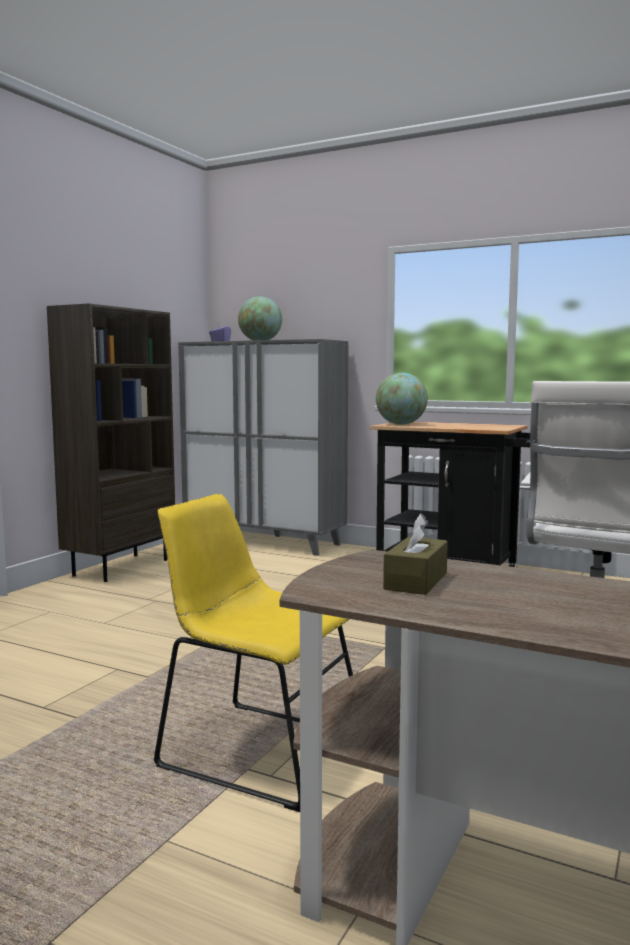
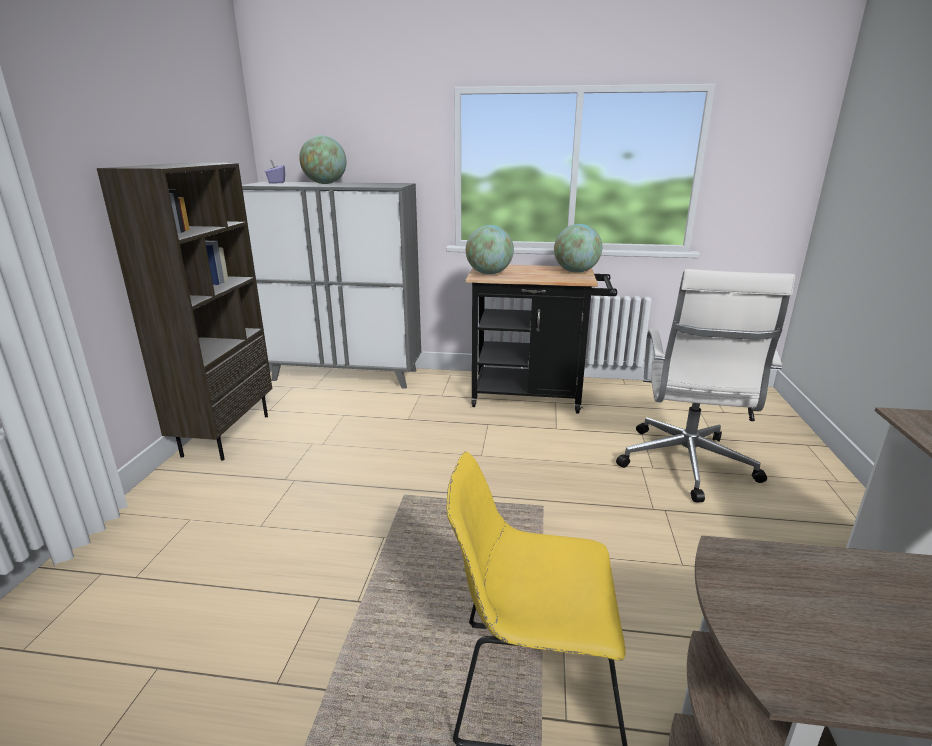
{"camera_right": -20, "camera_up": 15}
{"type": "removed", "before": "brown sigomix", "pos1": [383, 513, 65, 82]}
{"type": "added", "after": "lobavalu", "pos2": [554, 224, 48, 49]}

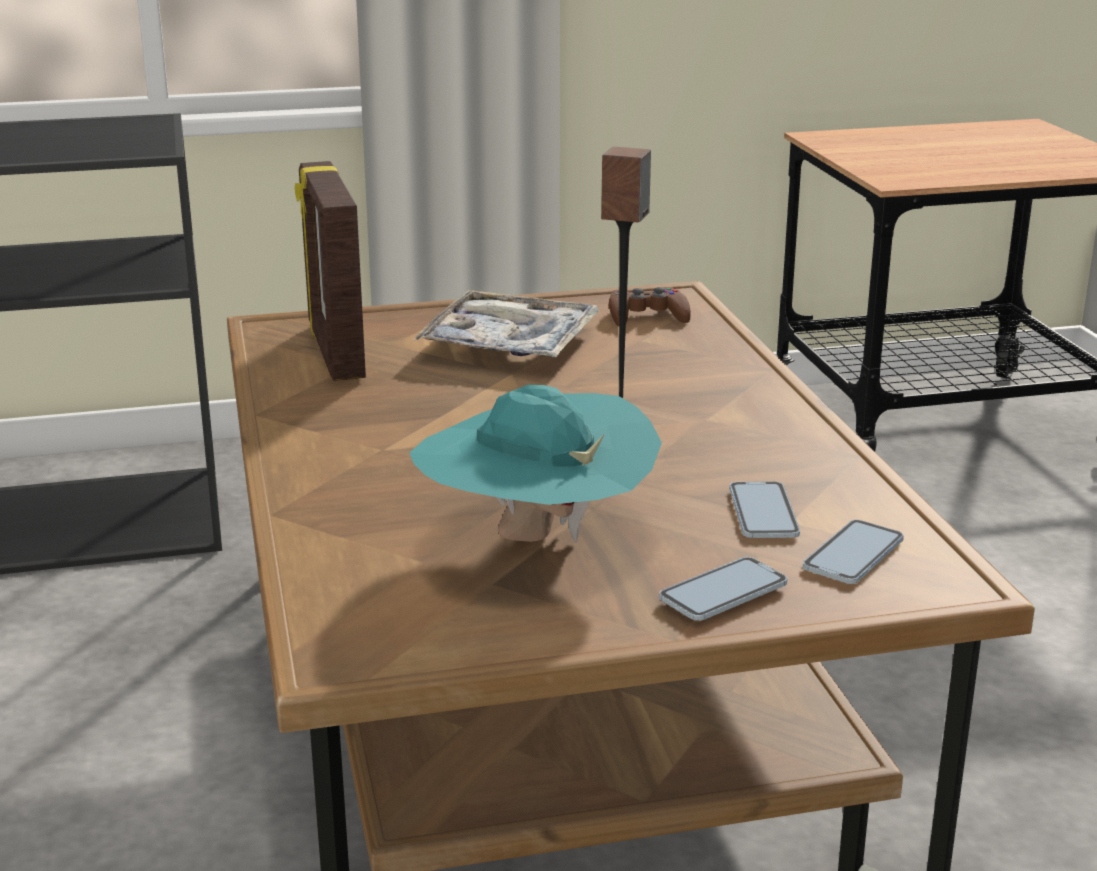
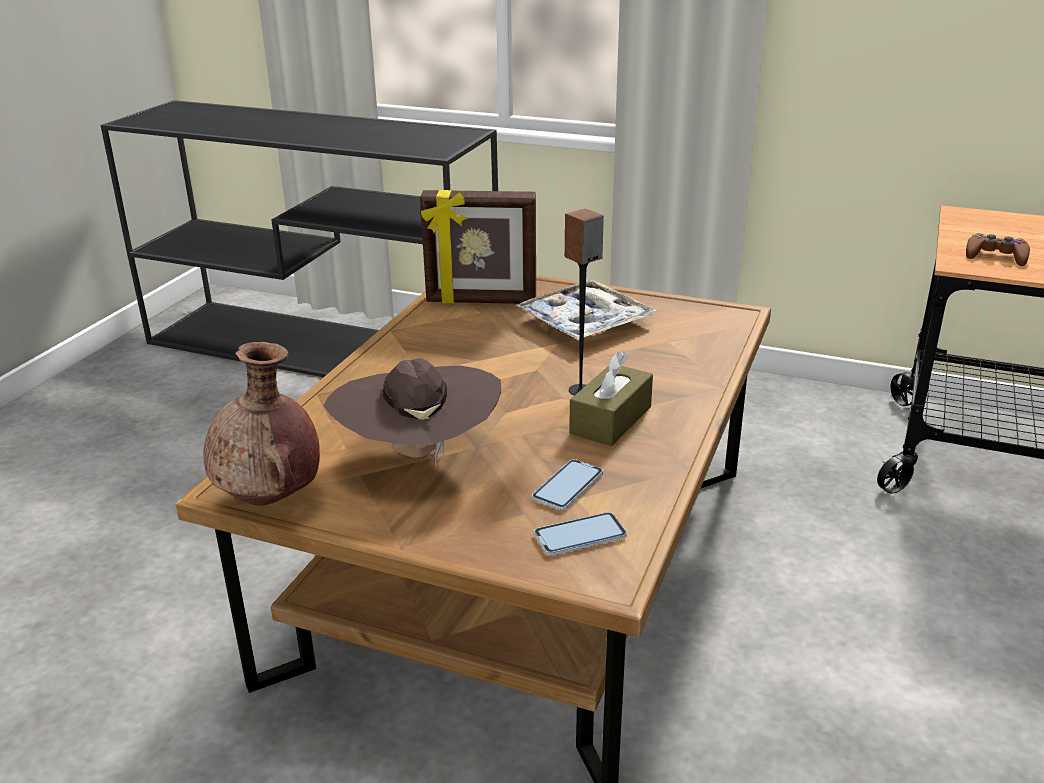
{"camera_right": 35, "camera_up": 5}
{"type": "turned", "before": "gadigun", "pos1": [295, 161, 71, 220], "pos2": [420, 190, 116, 114], "turn": -105}
{"type": "recoloured", "before": "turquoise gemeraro", "after": "brown gemeraro", "pos1": [409, 384, 253, 158], "pos2": [324, 358, 177, 108]}
{"type": "moved", "before": "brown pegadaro", "pos1": [609, 287, 82, 39], "pos2": [966, 233, 64, 33]}
{"type": "removed", "before": "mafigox", "pos1": [659, 557, 128, 64]}
{"type": "added", "after": "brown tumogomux", "pos2": [203, 342, 117, 164]}
{"type": "added", "after": "brown sigomix", "pos2": [569, 352, 84, 94]}

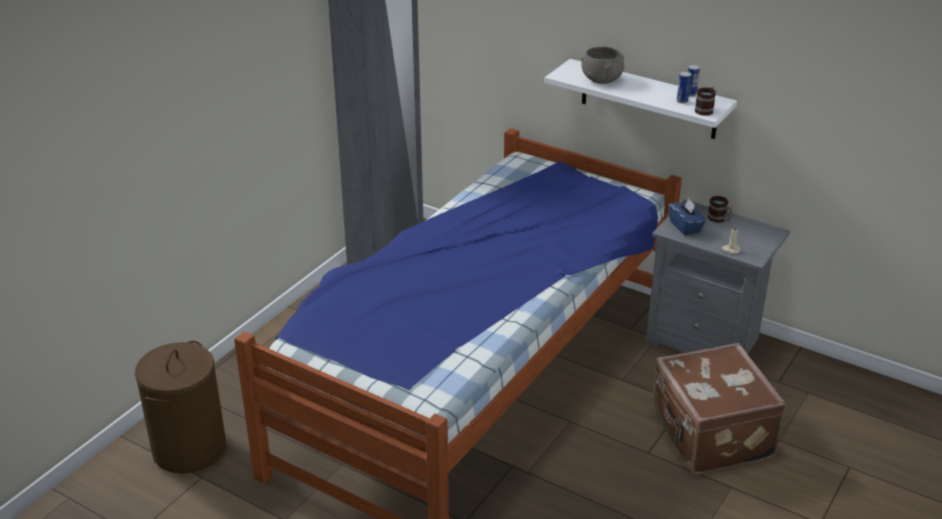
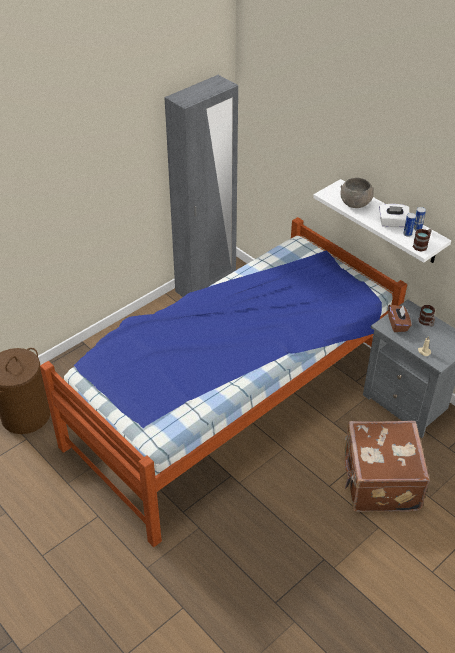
{"camera_right": 15, "camera_up": 10}
{"type": "recoloured", "before": "blue sigomix", "after": "brown sigomix", "pos1": [668, 198, 38, 37], "pos2": [388, 305, 23, 27]}
{"type": "added", "after": "white sigomix", "pos2": [379, 204, 30, 23]}

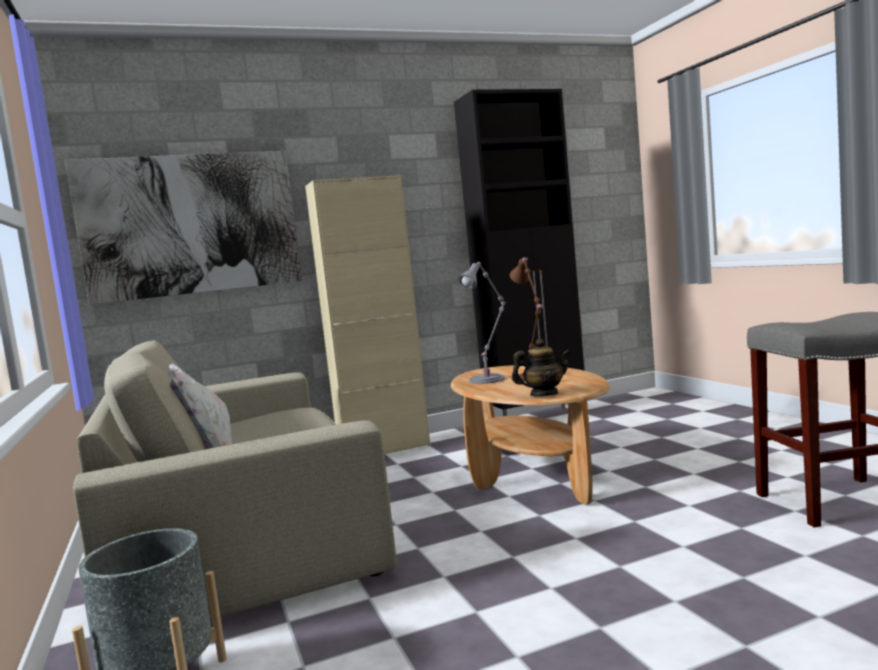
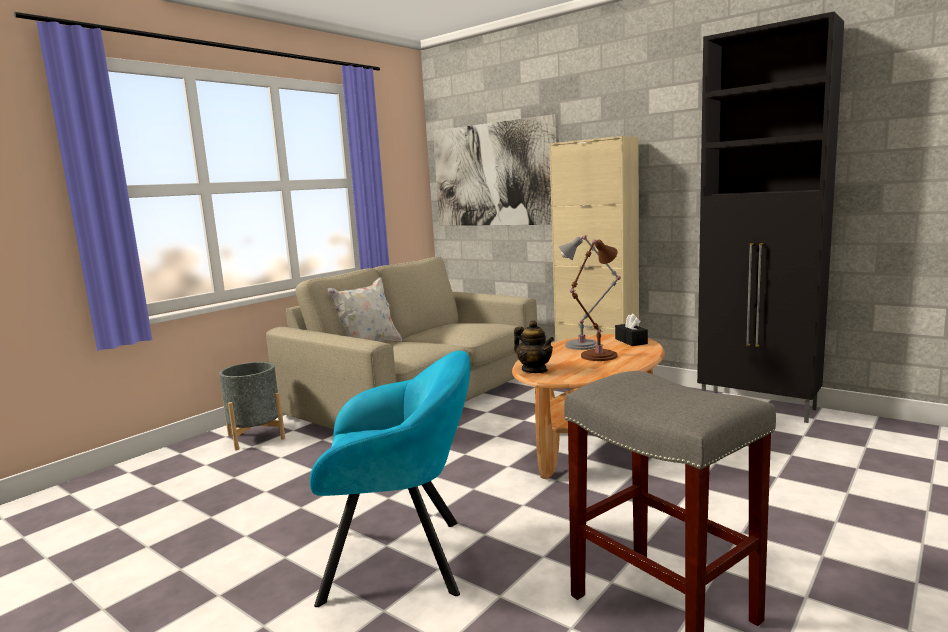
{"camera_right": 60, "camera_up": 5}
{"type": "added", "after": "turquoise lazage", "pos2": [310, 351, 160, 256]}
{"type": "added", "after": "black sigomix", "pos2": [615, 314, 33, 32]}

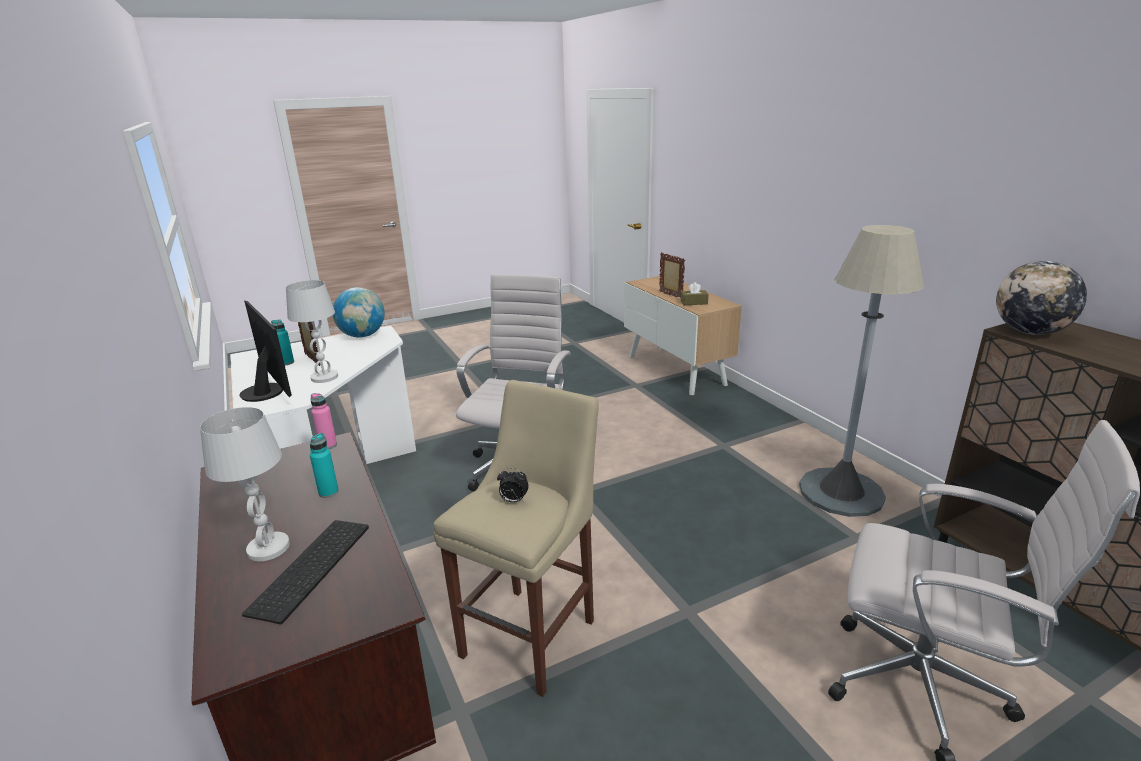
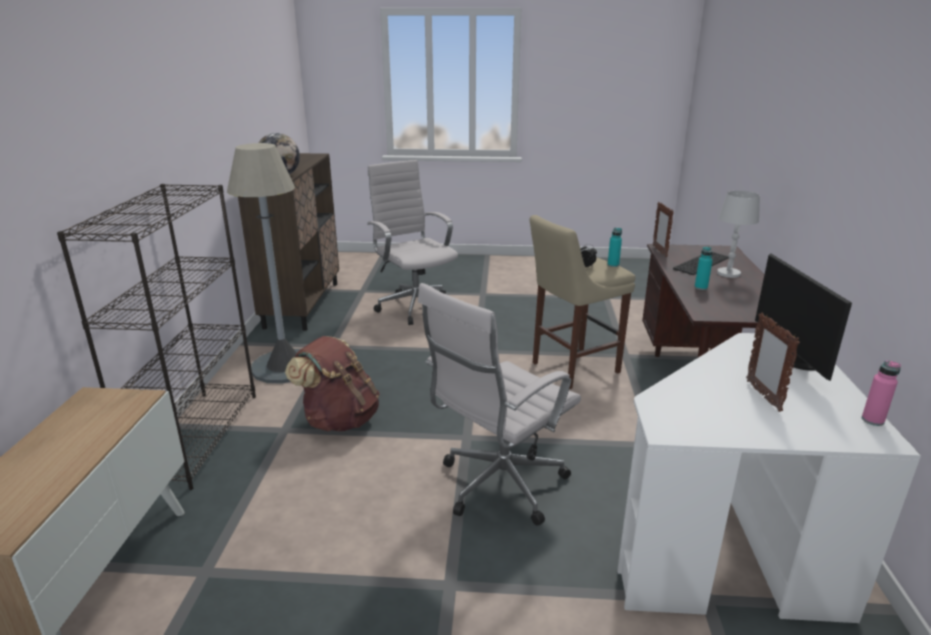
{"camera_right": -150, "camera_up": 0}
{"type": "moved", "before": "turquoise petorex", "pos1": [271, 320, 23, 45], "pos2": [607, 228, 15, 39]}
{"type": "removed", "before": "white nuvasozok", "pos1": [286, 280, 52, 103]}
{"type": "moved", "before": "pink petorex", "pos1": [310, 393, 27, 56], "pos2": [862, 360, 39, 66]}
{"type": "removed", "before": "lobavalu", "pos1": [333, 287, 52, 51]}
{"type": "moved", "before": "gadigun", "pos1": [659, 252, 26, 46], "pos2": [653, 202, 21, 55]}
{"type": "removed", "before": "brown sigomix", "pos1": [681, 282, 28, 24]}
{"type": "added", "after": "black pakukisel", "pos2": [57, 184, 199, 306]}
{"type": "added", "after": "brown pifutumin", "pos2": [285, 336, 95, 95]}

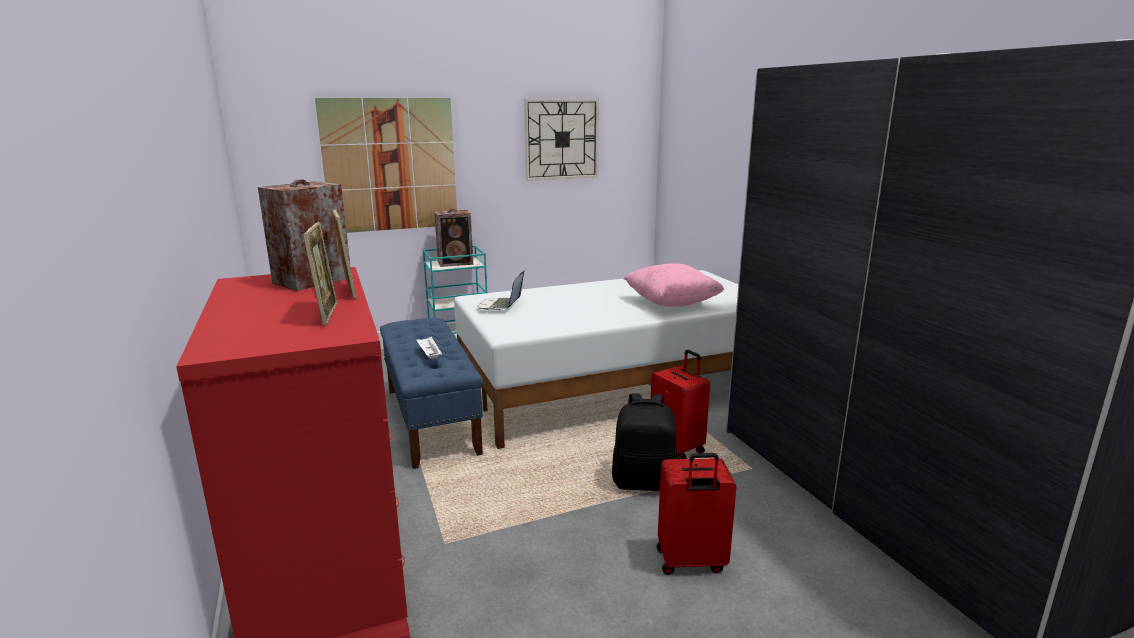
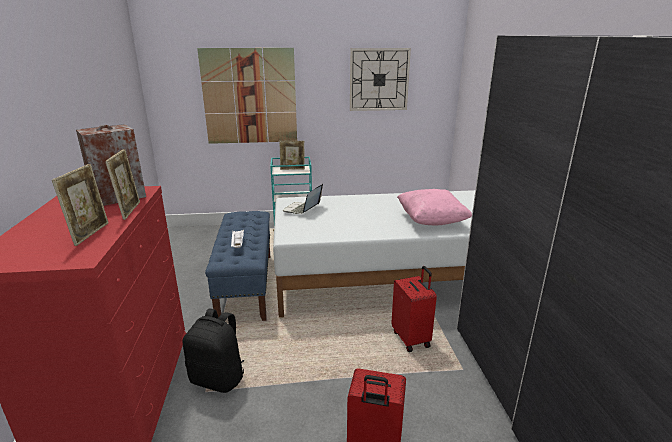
{"camera_right": 15, "camera_up": 5}
{"type": "replaced", "before": "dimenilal", "after": "gadigun", "pos1": [434, 209, 39, 58], "pos2": [279, 141, 26, 29]}
{"type": "moved", "before": "black pifutumin", "pos1": [612, 393, 66, 98], "pos2": [183, 309, 61, 84]}

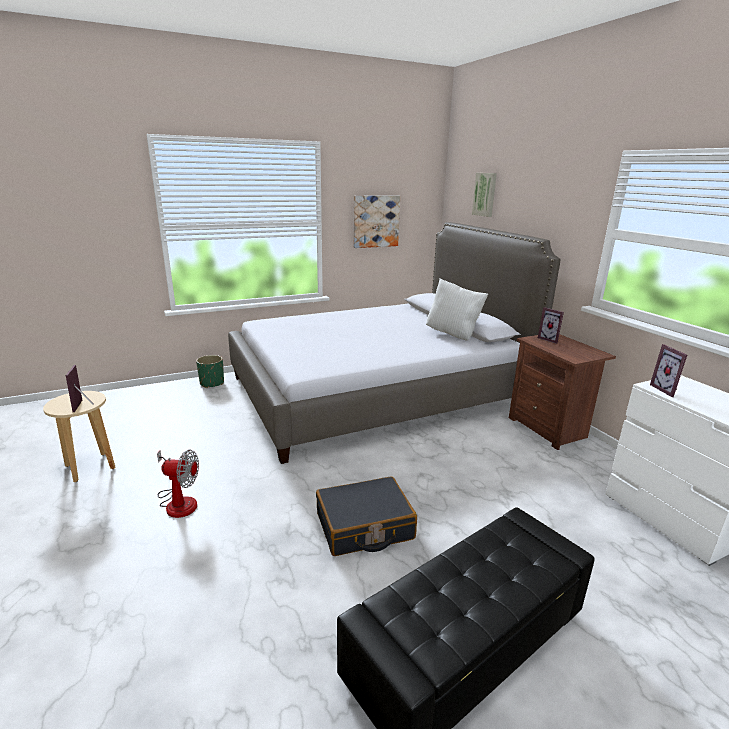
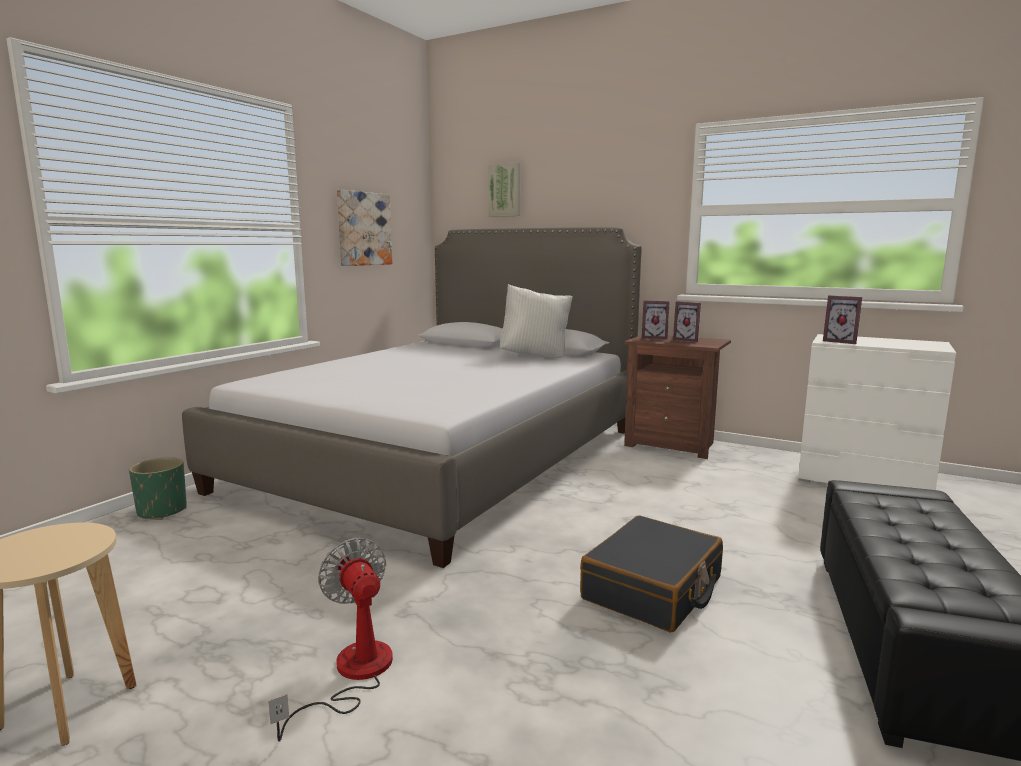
{"camera_right": -35, "camera_up": -10}
{"type": "moved", "before": "gadigun", "pos1": [66, 365, 28, 47], "pos2": [673, 301, 28, 41]}
{"type": "turned", "before": "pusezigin", "pos1": [157, 449, 42, 69], "pos2": [268, 538, 125, 203], "turn": -90}

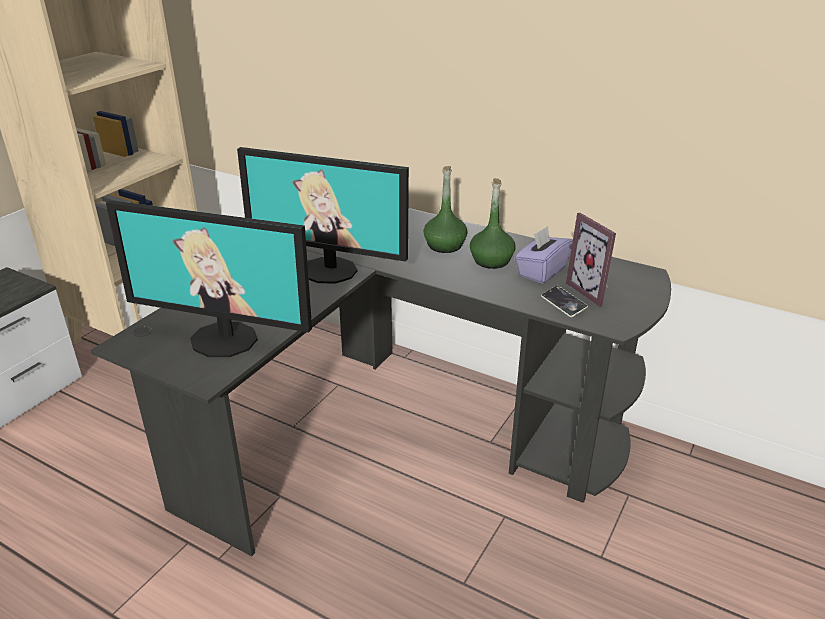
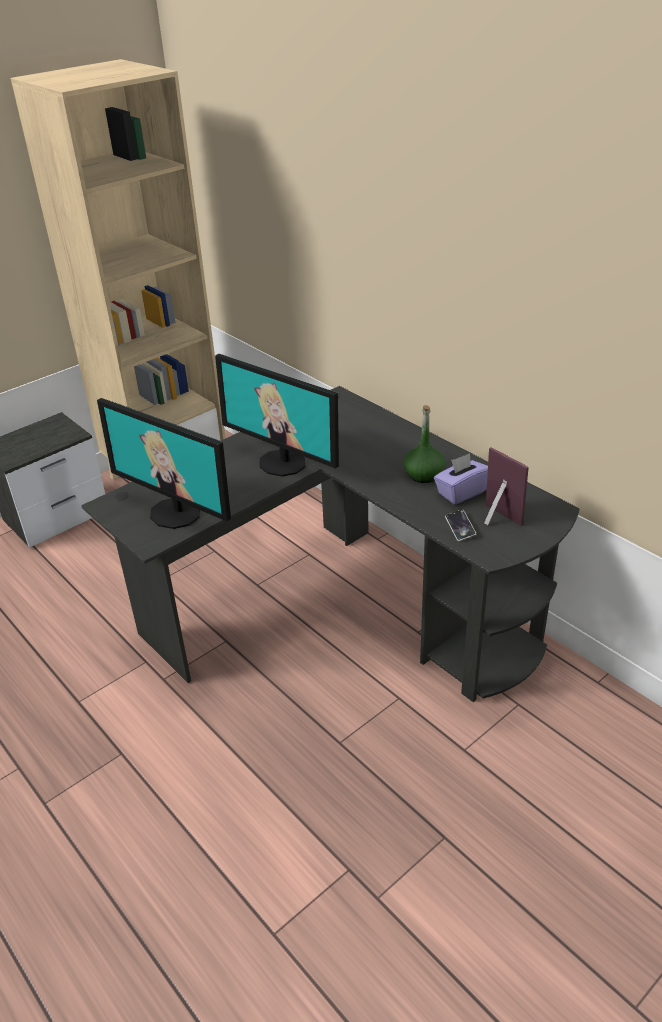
{"camera_right": 20, "camera_up": 5}
{"type": "removed", "before": "green petorex", "pos1": [423, 166, 45, 87]}
{"type": "turned", "before": "gadigun", "pos1": [566, 213, 50, 94], "pos2": [484, 447, 45, 79], "turn": 150}

